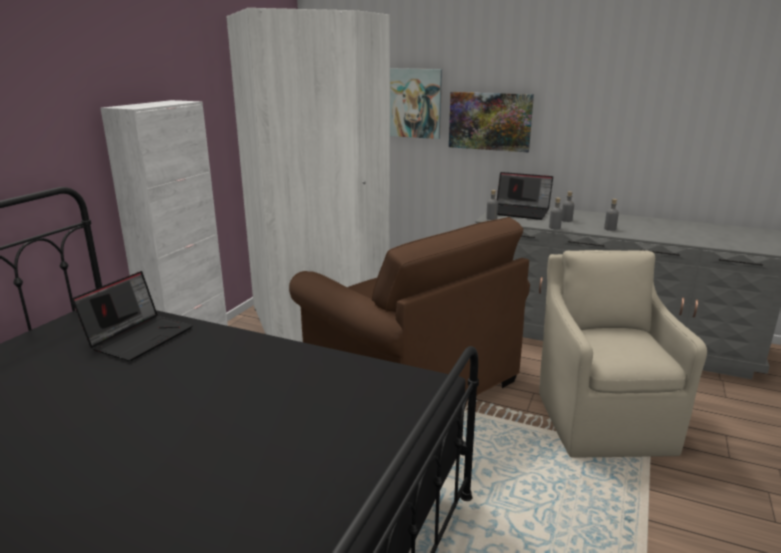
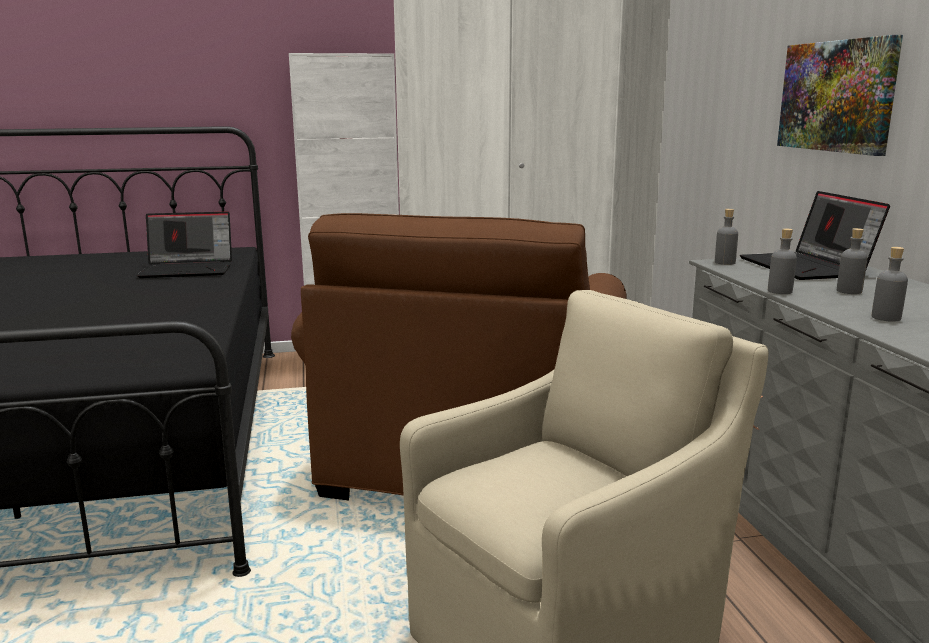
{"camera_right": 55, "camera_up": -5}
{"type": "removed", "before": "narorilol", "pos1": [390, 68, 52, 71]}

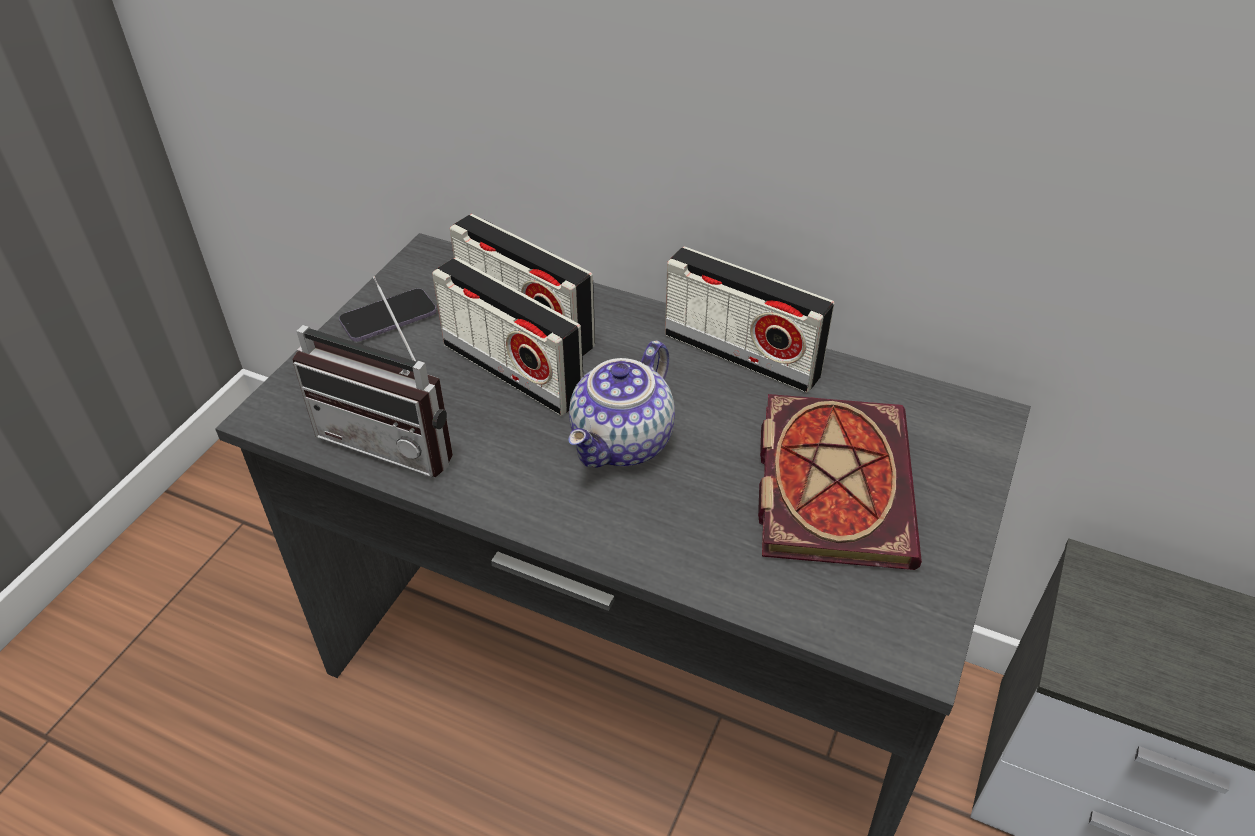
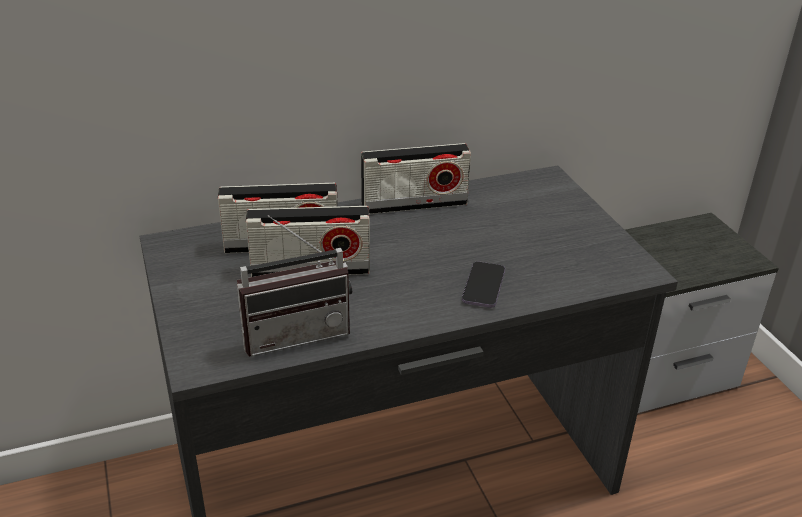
{"camera_right": -45, "camera_up": -10}
{"type": "moved", "before": "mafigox", "pos1": [339, 288, 98, 54], "pos2": [462, 262, 43, 46]}
{"type": "removed", "before": "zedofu", "pos1": [569, 340, 106, 128]}
{"type": "removed", "before": "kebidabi", "pos1": [758, 394, 164, 176]}

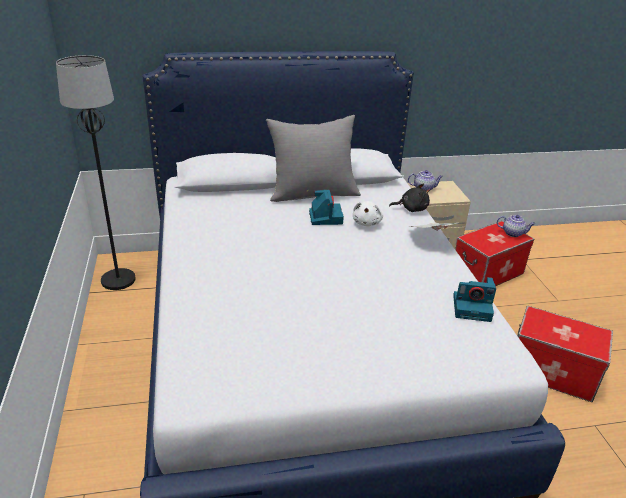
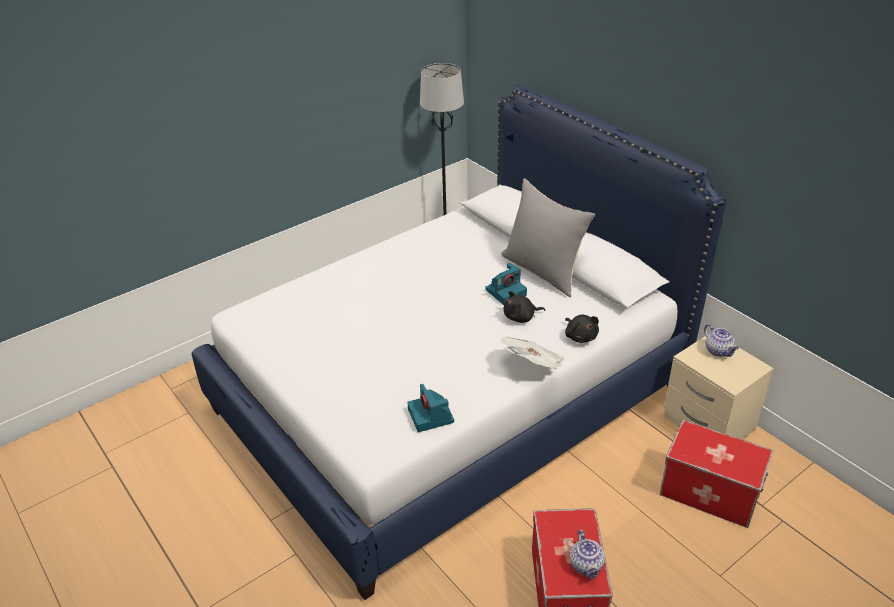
{"camera_right": 65, "camera_up": 5}
{"type": "recoloured", "before": "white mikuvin", "after": "black mikuvin", "pos1": [353, 201, 30, 25], "pos2": [504, 291, 41, 32]}
{"type": "moved", "before": "zedofu", "pos1": [497, 215, 38, 22], "pos2": [570, 529, 35, 50]}

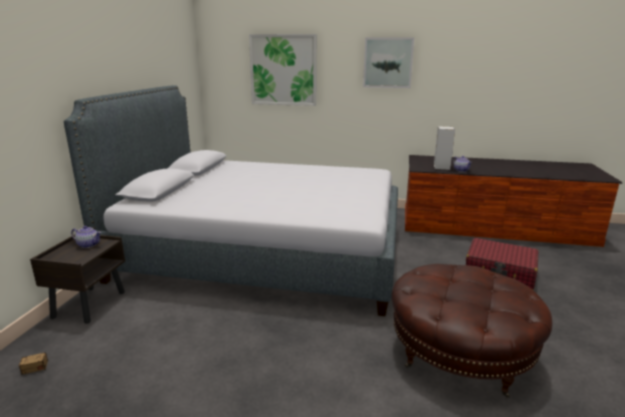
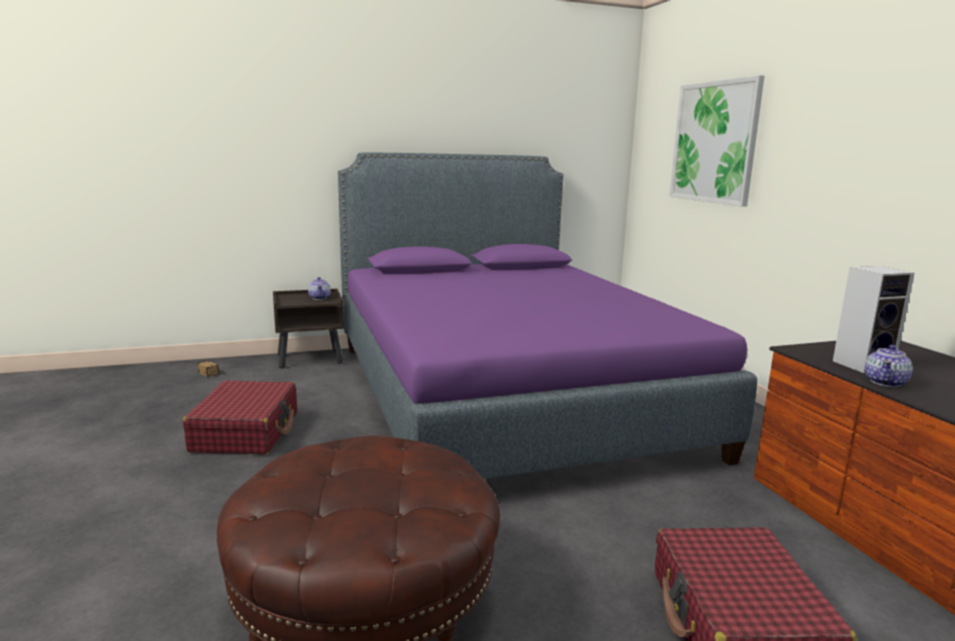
{"camera_right": 60, "camera_up": -5}
{"type": "recoloured", "before": "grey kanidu", "after": "purple kanidu", "pos1": [64, 85, 334, 231], "pos2": [338, 153, 419, 326]}
{"type": "removed", "before": "narorilol", "pos1": [363, 37, 51, 51]}
{"type": "added", "after": "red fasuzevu", "pos2": [183, 380, 114, 74]}

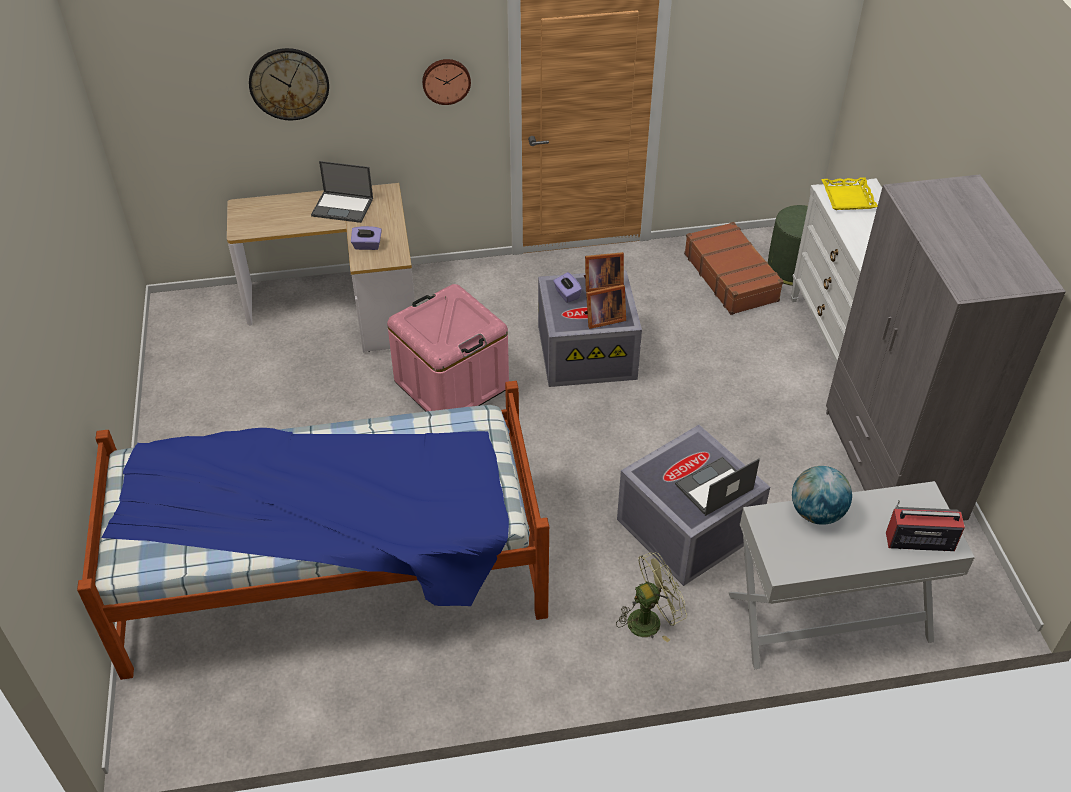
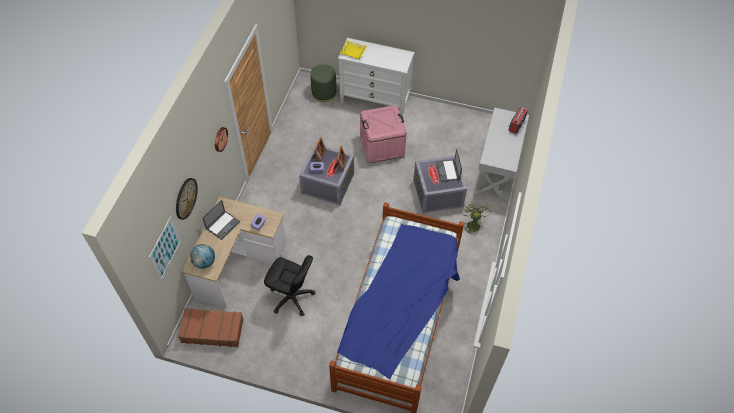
{"camera_right": -65, "camera_up": 10}
{"type": "moved", "before": "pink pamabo", "pos1": [387, 284, 122, 127], "pos2": [360, 105, 47, 58]}
{"type": "moved", "before": "brown fasuzevu", "pos1": [684, 222, 100, 93], "pos2": [178, 308, 66, 39]}
{"type": "moved", "before": "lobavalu", "pos1": [792, 466, 60, 59], "pos2": [190, 244, 25, 25]}
{"type": "removed", "before": "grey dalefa", "pos1": [826, 175, 240, 346]}
{"type": "added", "after": "narorilol", "pos2": [149, 216, 32, 65]}
{"type": "added", "after": "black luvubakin", "pos2": [264, 255, 52, 61]}

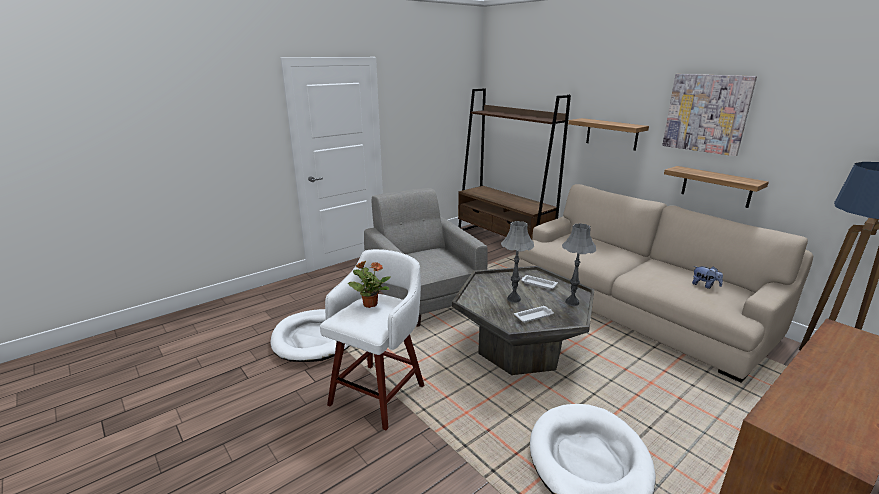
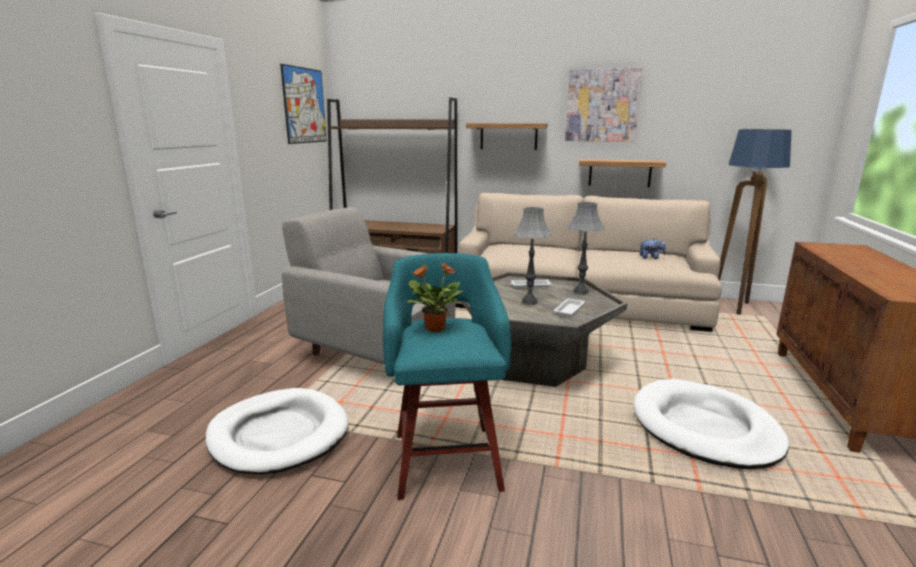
{"camera_right": -35, "camera_up": -5}
{"type": "recoloured", "before": "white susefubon", "after": "turquoise susefubon", "pos1": [320, 249, 104, 182], "pos2": [383, 253, 128, 247]}
{"type": "added", "after": "narorilol", "pos2": [280, 64, 47, 80]}

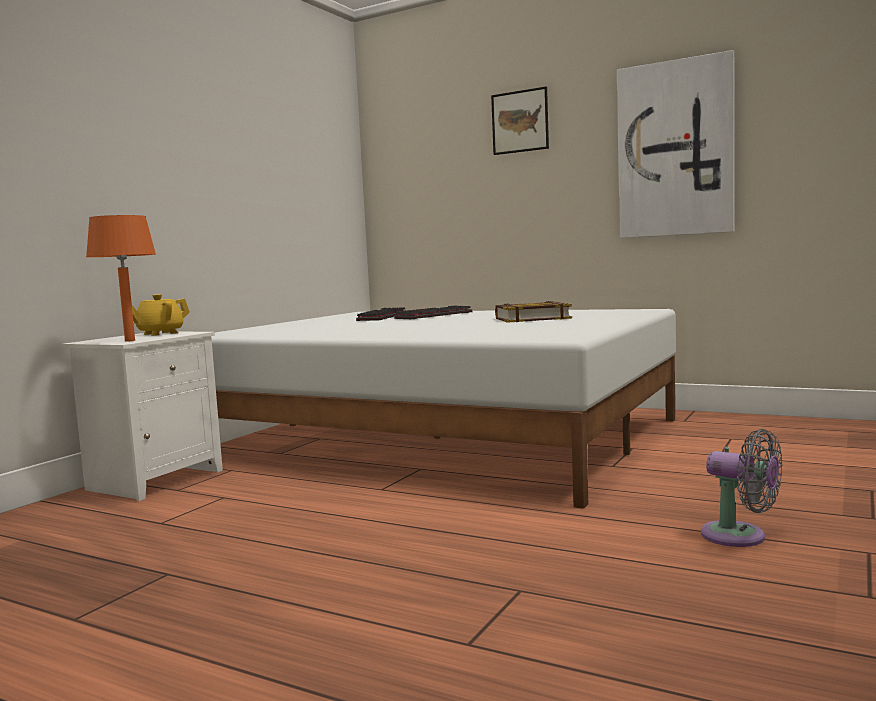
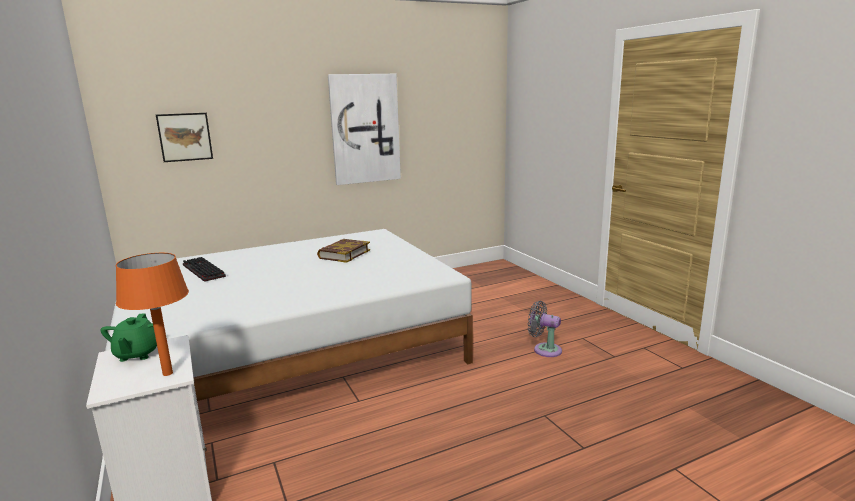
{"camera_right": -55, "camera_up": 10}
{"type": "recoloured", "before": "yellow zedofu", "after": "green zedofu", "pos1": [132, 294, 58, 42], "pos2": [100, 313, 57, 49]}
{"type": "removed", "before": "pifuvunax", "pos1": [394, 305, 78, 14]}
{"type": "moved", "before": "narorilol", "pos1": [491, 86, 58, 69], "pos2": [156, 113, 57, 49]}
{"type": "turned", "before": "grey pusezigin", "pos1": [701, 429, 81, 118], "pos2": [528, 301, 34, 56], "turn": -135}

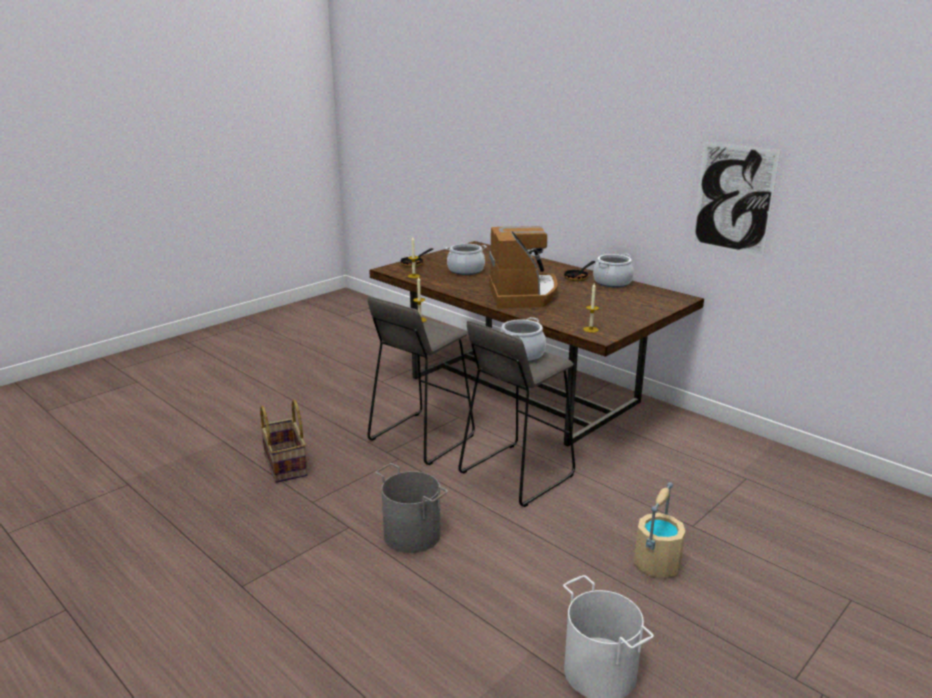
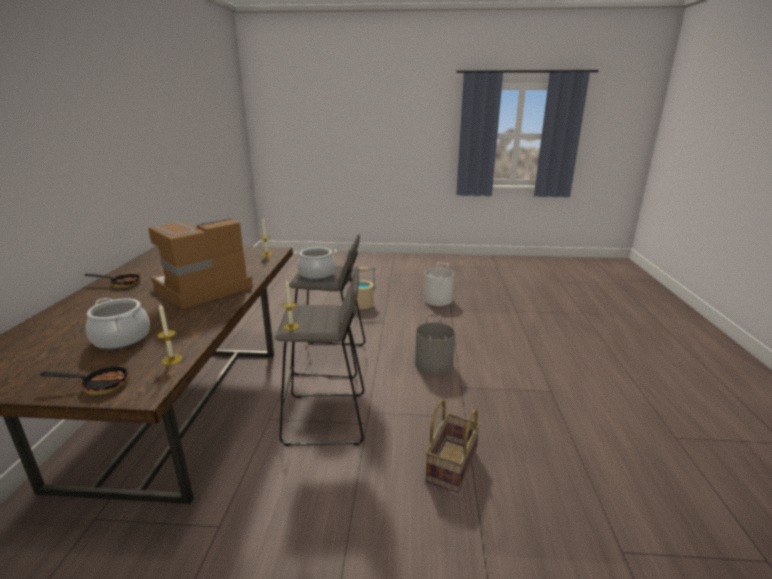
{"camera_right": -130, "camera_up": 0}
{"type": "removed", "before": "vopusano", "pos1": [593, 253, 41, 34]}
{"type": "removed", "before": "narorilol", "pos1": [692, 142, 89, 115]}

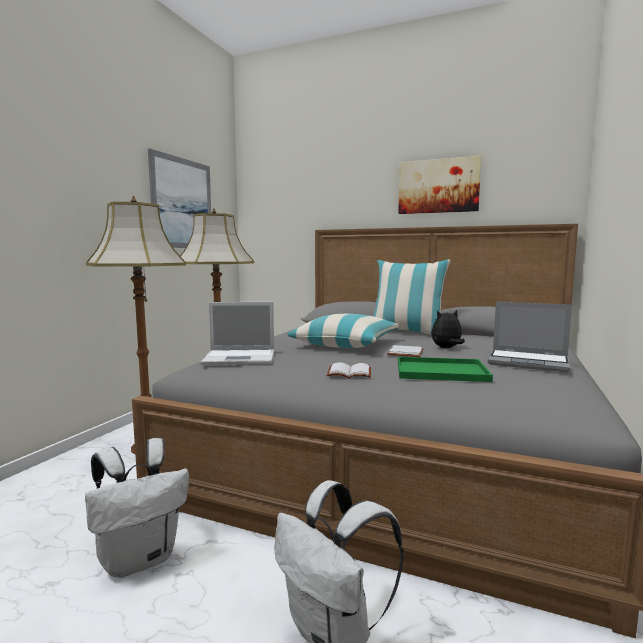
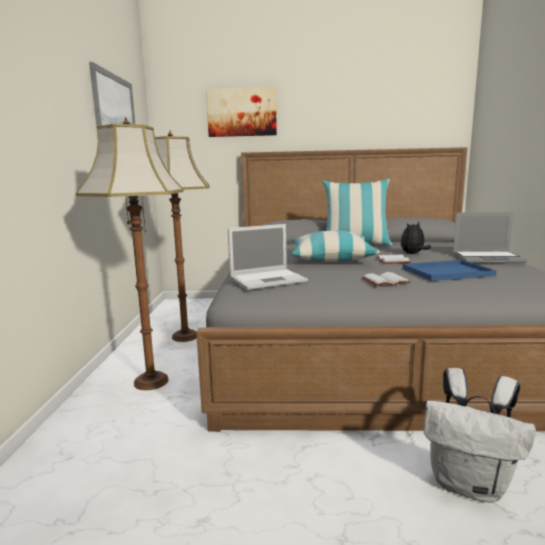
{"camera_right": -20, "camera_up": 5}
{"type": "removed", "before": "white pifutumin", "pos1": [85, 438, 104, 140]}
{"type": "moved", "before": "narorilol", "pos1": [398, 156, 83, 58], "pos2": [206, 87, 71, 50]}
{"type": "recoloured", "before": "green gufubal", "after": "blue gufubal", "pos1": [398, 357, 95, 25], "pos2": [403, 260, 93, 21]}

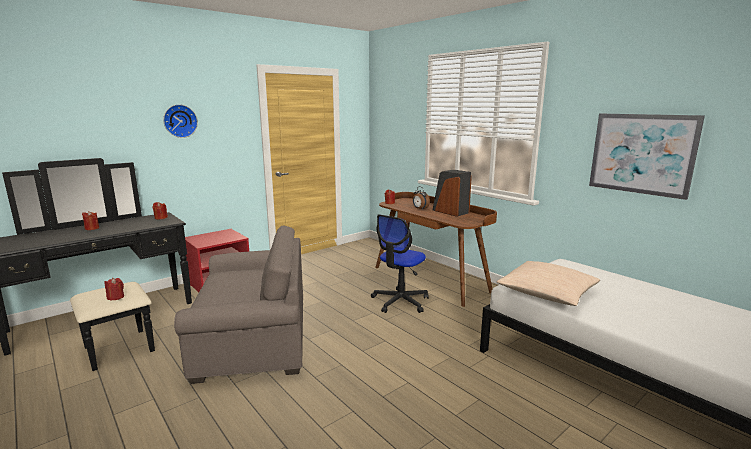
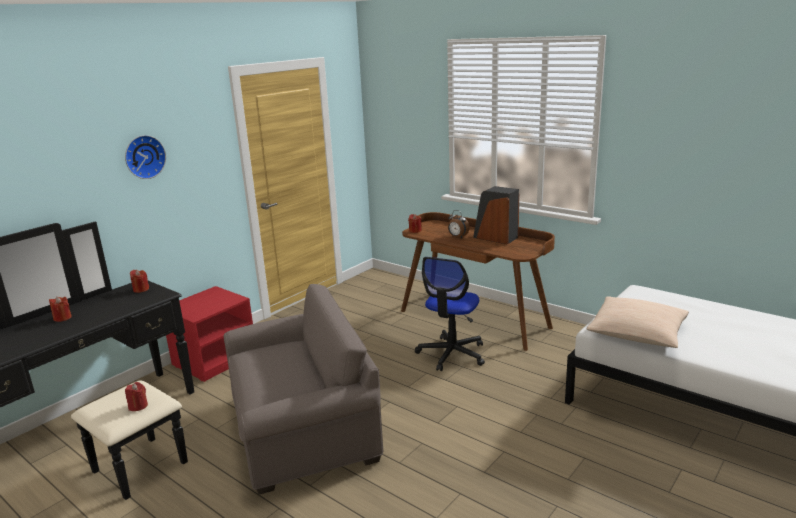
{"camera_right": -10, "camera_up": 5}
{"type": "removed", "before": "narorilol", "pos1": [589, 114, 116, 86]}

